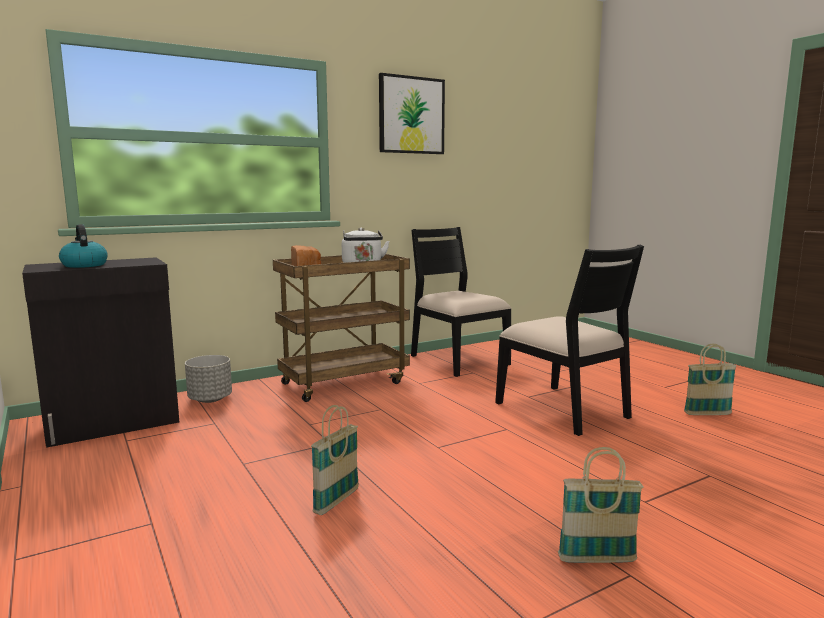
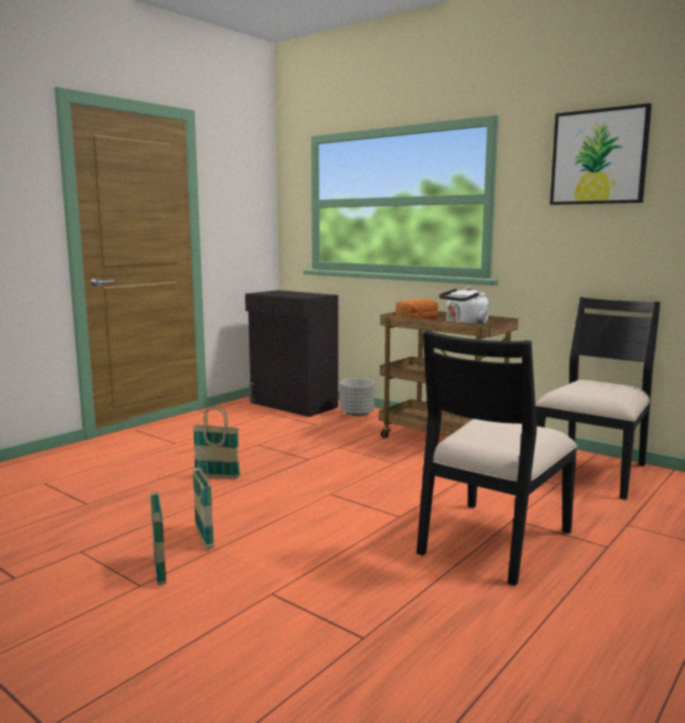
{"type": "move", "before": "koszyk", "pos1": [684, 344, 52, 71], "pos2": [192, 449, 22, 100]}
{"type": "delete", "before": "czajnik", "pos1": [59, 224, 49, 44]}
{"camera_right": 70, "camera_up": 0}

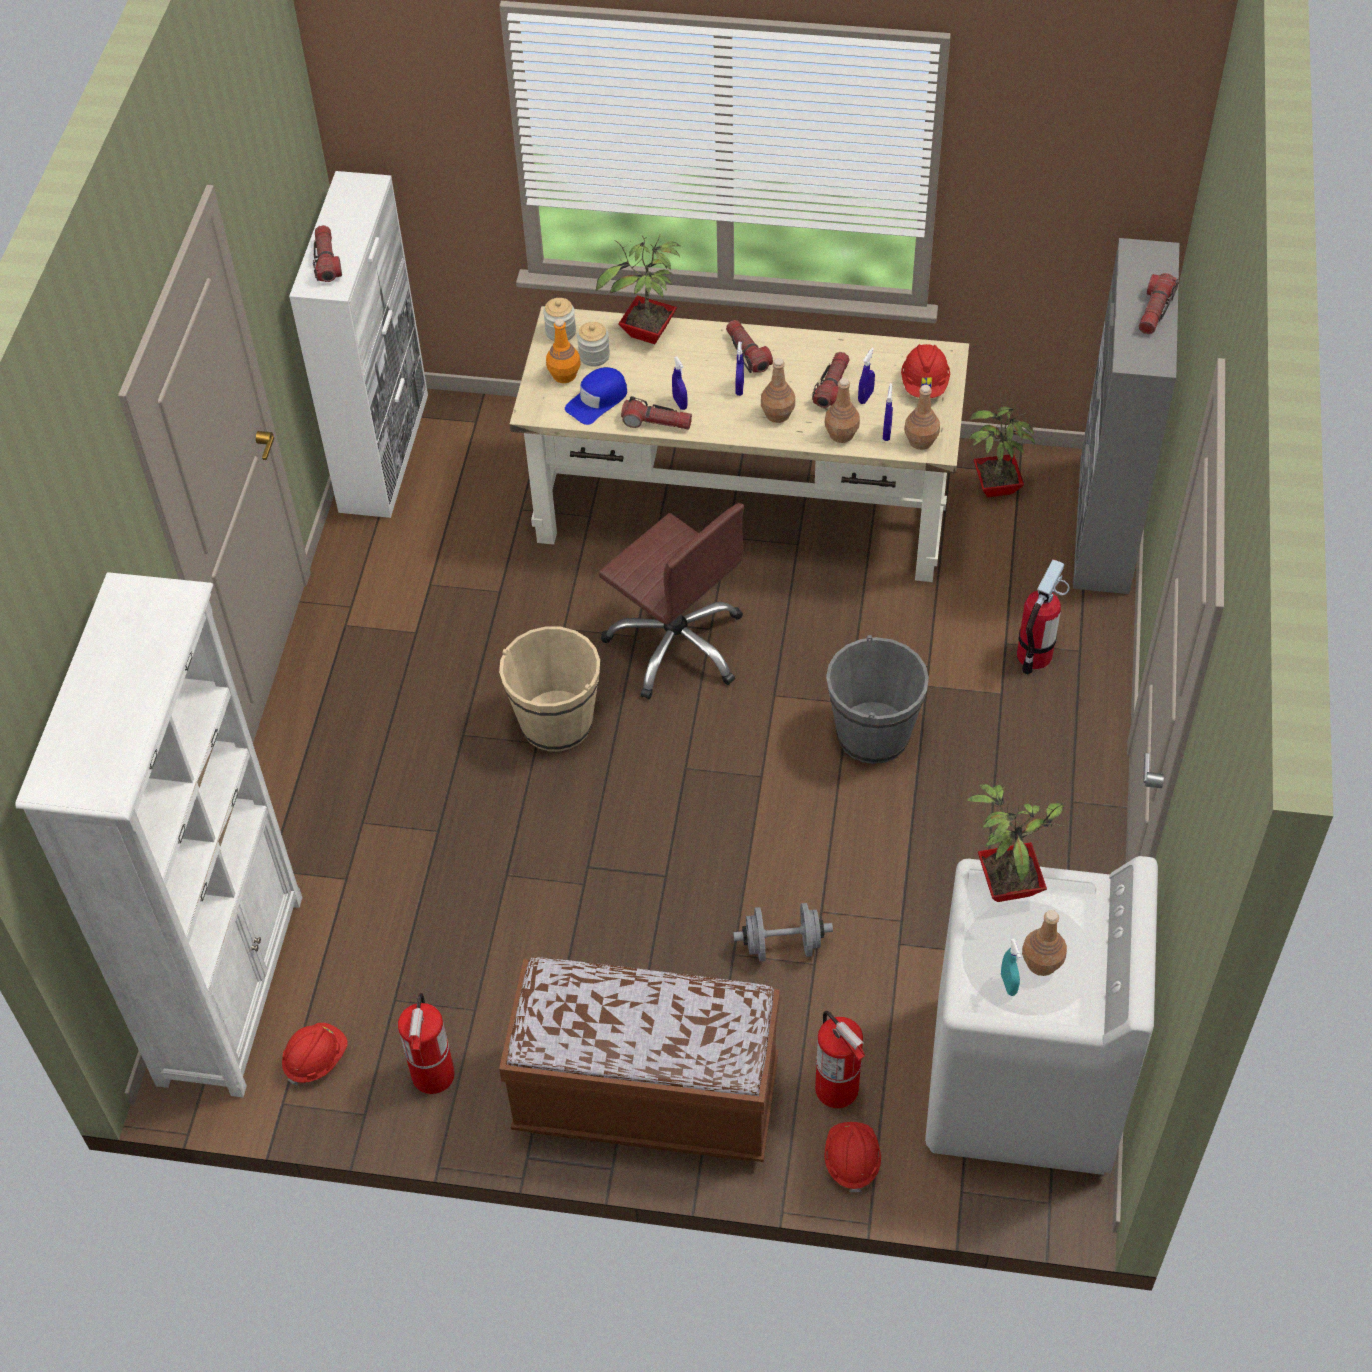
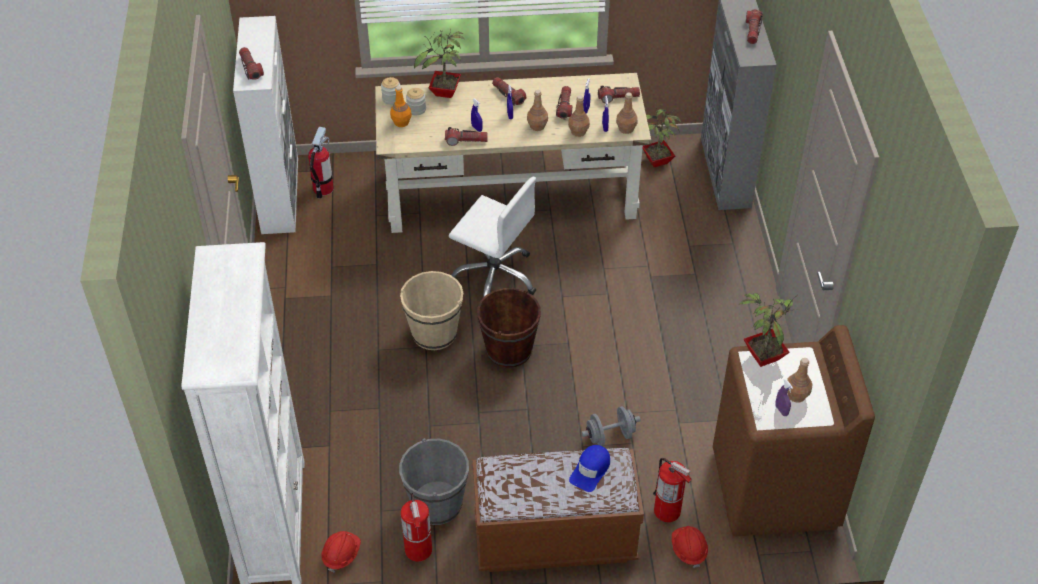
{"type": "move", "before": "gaśnica", "pos1": [1017, 559, 53, 116], "pos2": [308, 127, 26, 71]}
{"type": "move", "before": "wiadro/szary", "pos1": [826, 635, 103, 129], "pos2": [399, 438, 70, 87]}
{"type": "recolor", "before": "krzesło biurowe/brązowy", "after": "krzesło biurowe/biały", "pos1": [598, 503, 146, 196], "pos2": [449, 177, 87, 121]}
{"type": "insert", "after": "wiadro/brązowy", "pos2": [477, 288, 64, 80]}
{"type": "move", "before": "czapka z daszkiem/niebieski", "pos1": [565, 367, 62, 58], "pos2": [569, 445, 41, 47]}
{"type": "replace", "before": "kask/czerwony", "after": "latarka", "pos1": [901, 344, 49, 54], "pos2": [598, 85, 42, 18]}
{"type": "recolor", "before": "pralka/biały", "after": "pralka/brązowy", "pos1": [925, 856, 233, 319], "pos2": [713, 325, 162, 211]}
{"type": "recolor", "before": "spryskiwacz/turkusowy", "after": "spryskiwacz/fioletowy", "pos1": [1001, 939, 20, 57], "pos2": [775, 379, 18, 37]}
{"camera_right": -15, "camera_up": -5}

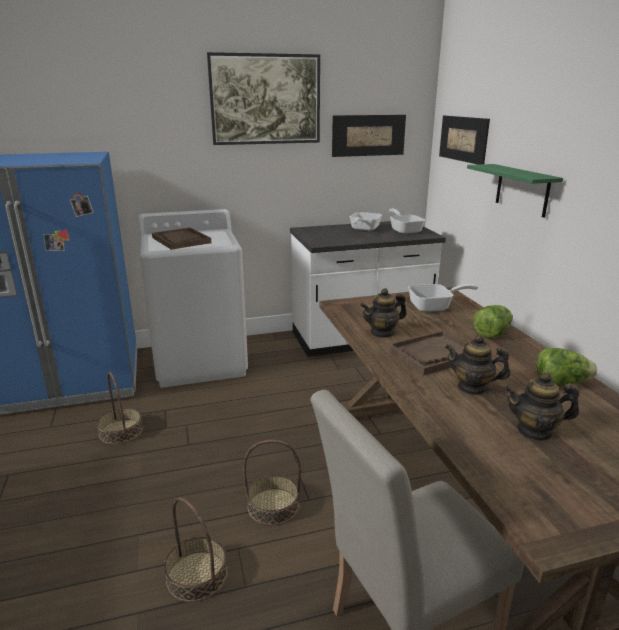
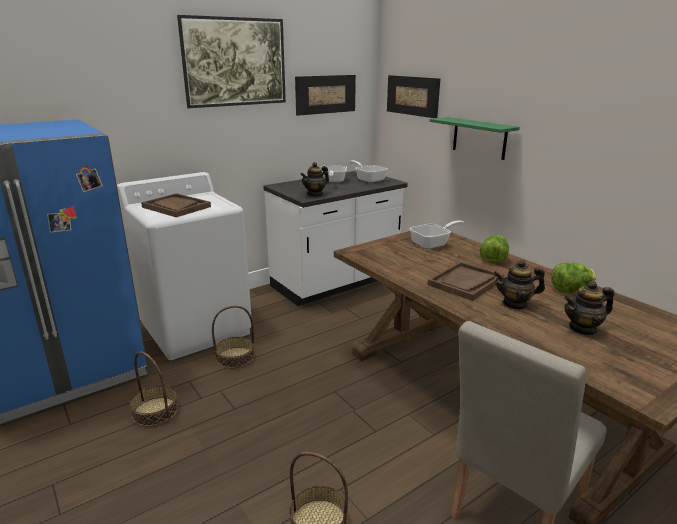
{"type": "move", "before": "koszyk", "pos1": [243, 440, 58, 86], "pos2": [212, 305, 42, 63]}
{"type": "move", "before": "imbryk", "pos1": [360, 288, 47, 50], "pos2": [300, 162, 29, 35]}
{"camera_right": -20, "camera_up": 0}

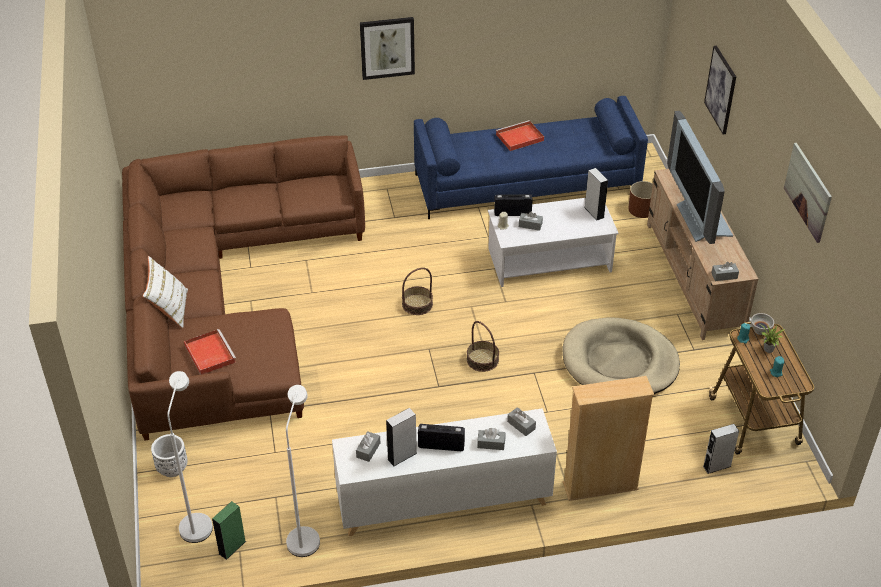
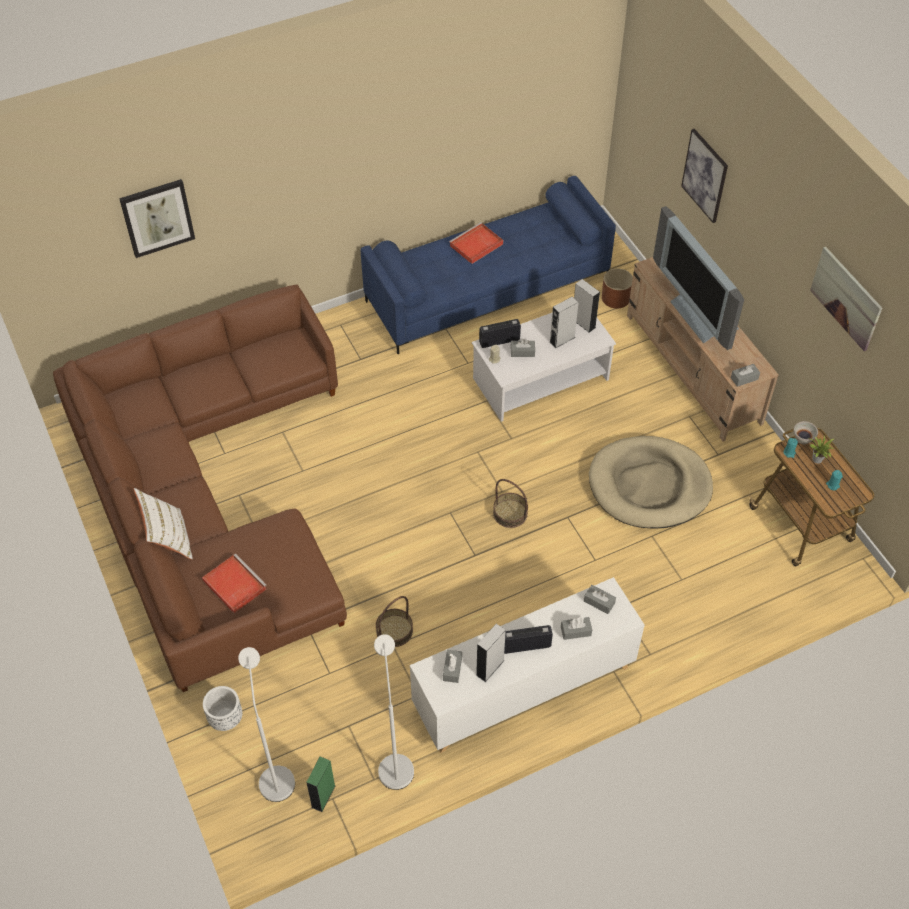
{"type": "move", "before": "obraz", "pos1": [360, 17, 55, 63], "pos2": [119, 179, 76, 79]}
{"type": "move", "before": "koszyk", "pos1": [402, 268, 31, 47], "pos2": [376, 596, 37, 51]}
{"type": "move", "before": "głośnik/szary", "pos1": [703, 424, 36, 50], "pos2": [550, 296, 29, 52]}
{"type": "delete", "before": "regał/beżowy", "pos1": [563, 376, 91, 125]}
{"camera_right": -15, "camera_up": 10}

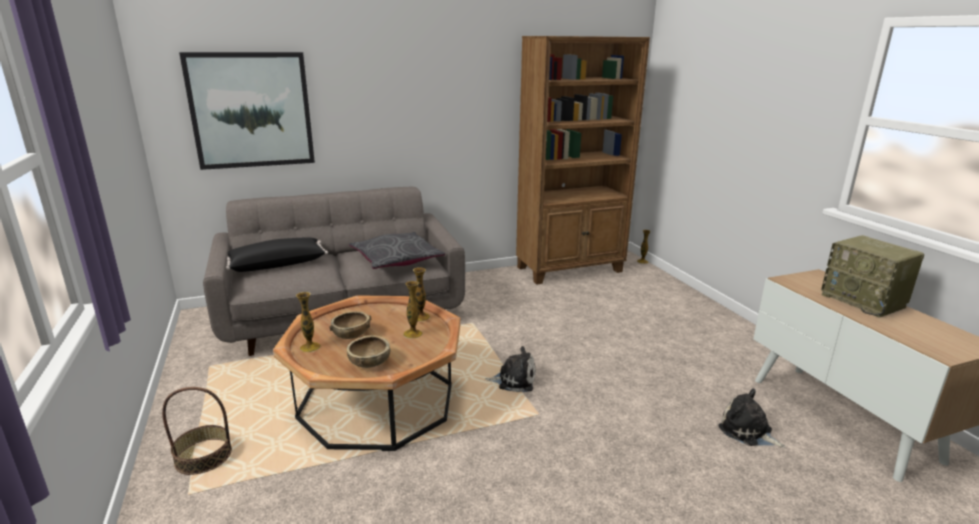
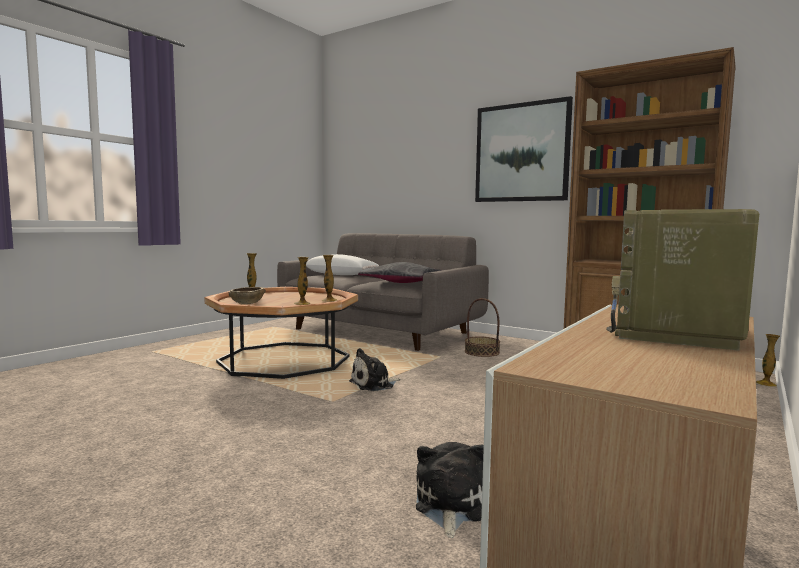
{"type": "recolor", "before": "poduszka/czarny", "after": "poduszka/biały", "pos1": [226, 237, 102, 35], "pos2": [306, 254, 73, 21]}
{"type": "rotate", "before": "pluszak", "pos1": [485, 346, 51, 46], "pos2": [349, 348, 51, 43], "turn": 90}
{"type": "move", "before": "koszyk", "pos1": [162, 387, 70, 88], "pos2": [465, 298, 35, 59]}
{"type": "move", "before": "obraz", "pos1": [179, 52, 136, 118], "pos2": [475, 96, 98, 106]}
{"type": "delete", "before": "miska/brązowy", "pos1": [329, 311, 43, 28]}
{"camera_right": 55, "camera_up": -15}

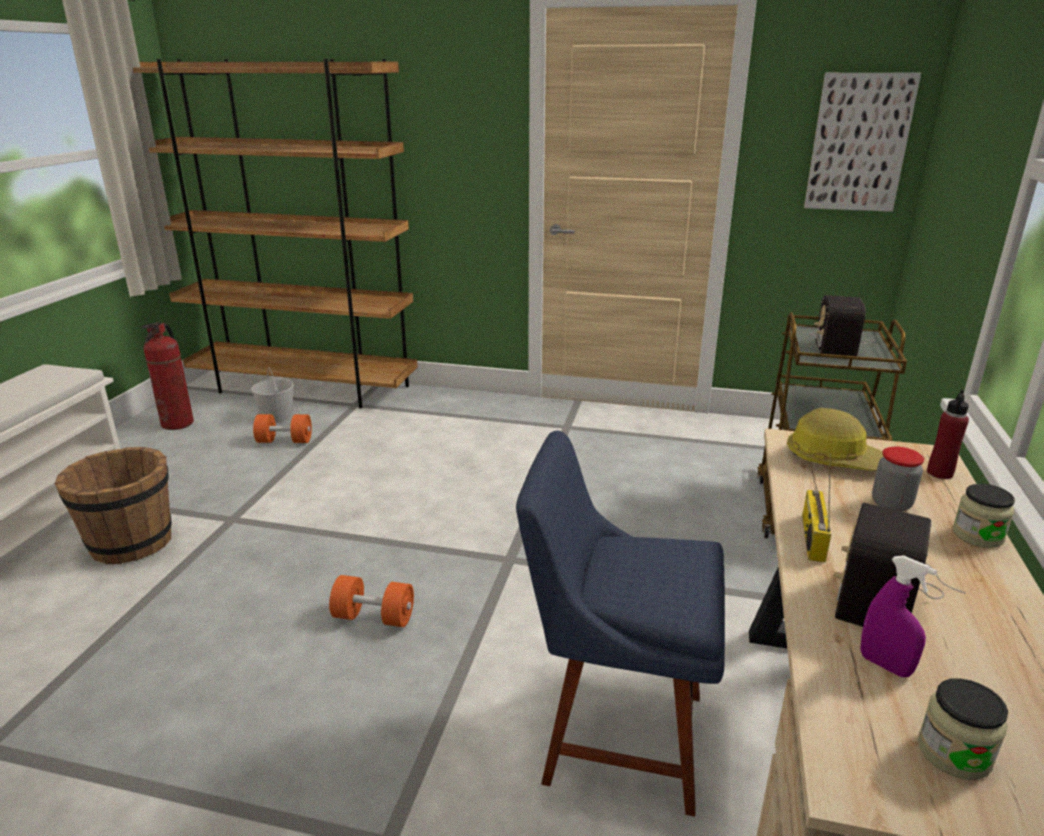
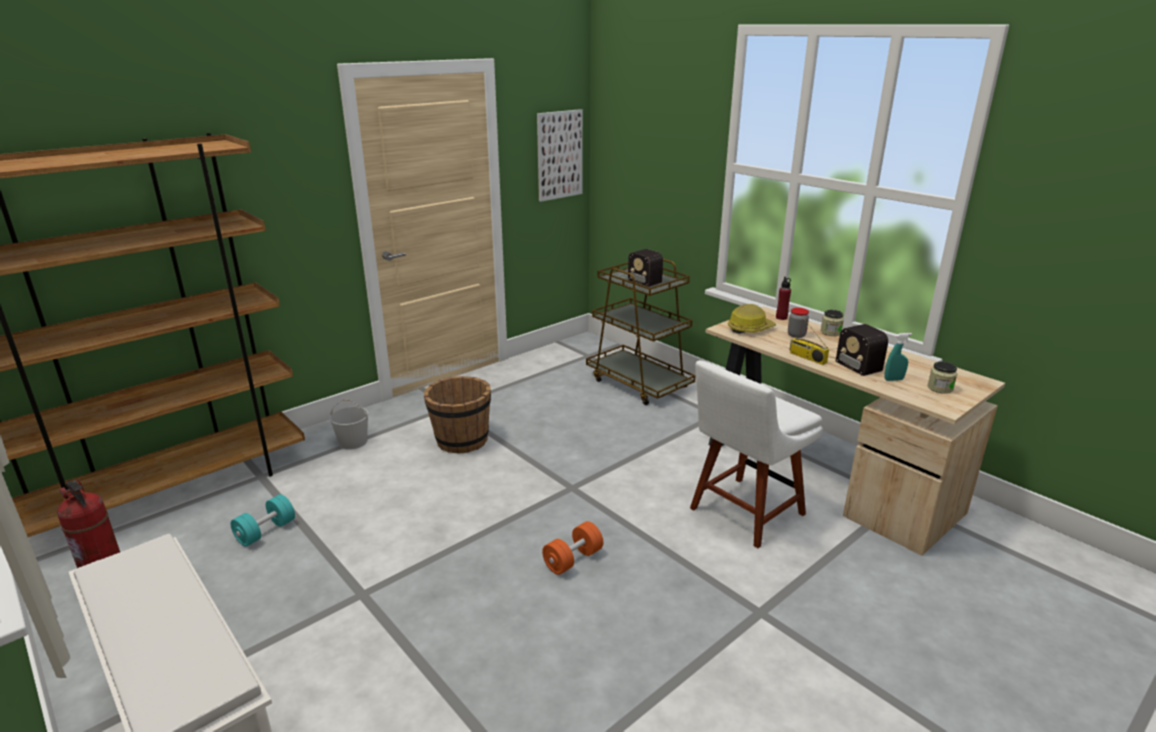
{"type": "recolor", "before": "hantel/pomarańczowy", "after": "hantel/turkusowy", "pos1": [253, 414, 59, 29], "pos2": [231, 494, 64, 53]}
{"type": "move", "before": "wiadro/biały", "pos1": [251, 367, 43, 57], "pos2": [330, 399, 39, 51]}
{"type": "move", "before": "wiadro/brązowy", "pos1": [55, 447, 117, 117], "pos2": [424, 376, 67, 78]}
{"type": "recolor", "before": "krzesło/niebieski", "after": "krzesło/biały", "pos1": [516, 431, 209, 386], "pos2": [690, 360, 133, 188]}
{"type": "recolor", "before": "spryskiwacz/fioletowy", "after": "spryskiwacz/turkusowy", "pos1": [860, 555, 77, 122], "pos2": [884, 333, 28, 48]}
{"camera_right": -55, "camera_up": 0}

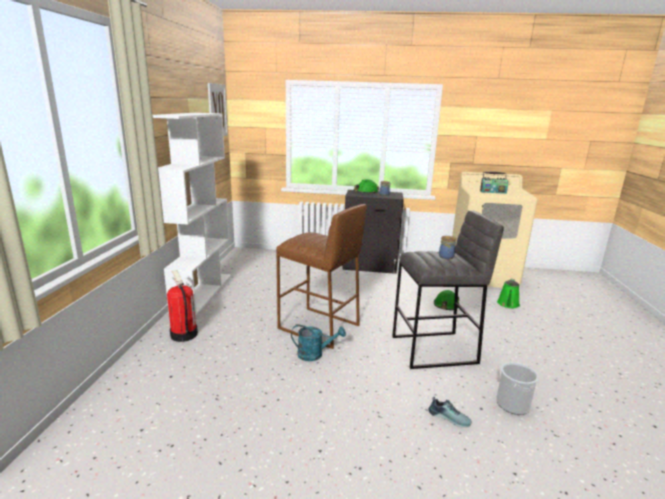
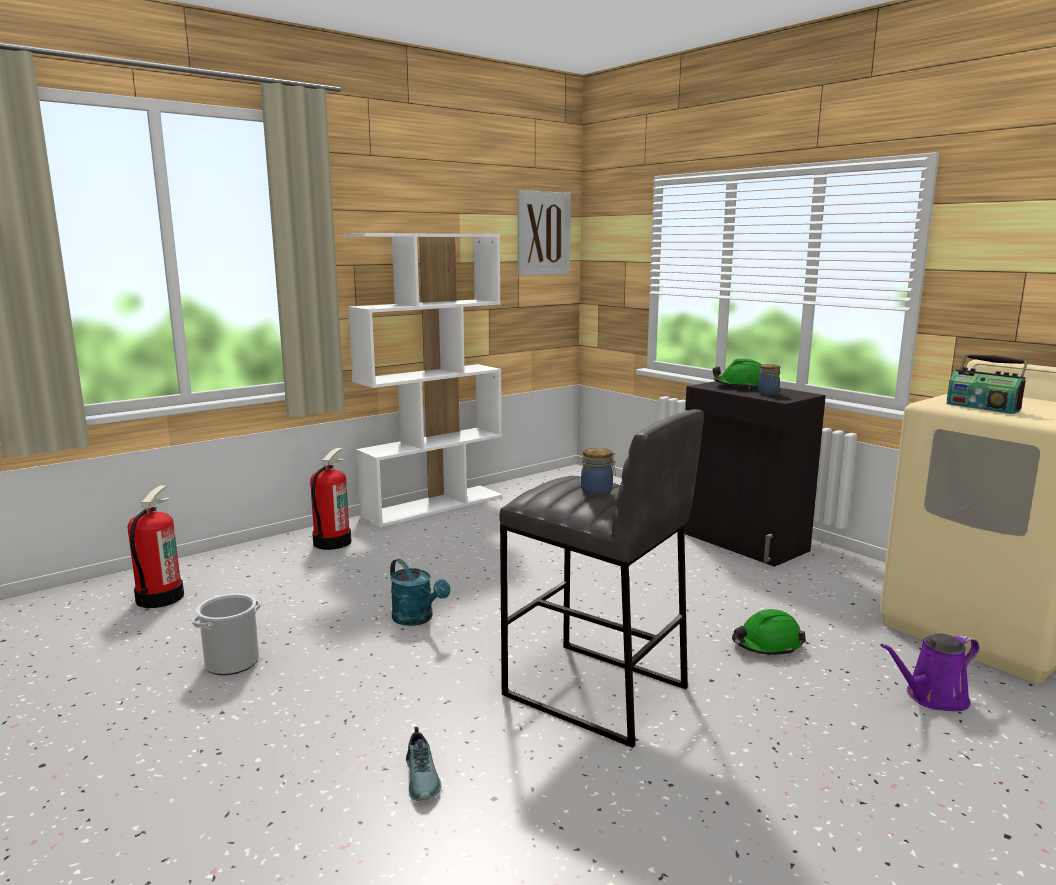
{"type": "insert", "after": "gaśnica", "pos2": [128, 486, 56, 122]}
{"type": "move", "before": "wiadro", "pos1": [496, 362, 43, 53], "pos2": [193, 594, 68, 81]}
{"type": "recolor", "before": "konewka/zielony", "after": "konewka/fioletowy", "pos1": [497, 279, 23, 29], "pos2": [880, 634, 99, 77]}
{"type": "delete", "before": "stołek/brązowy", "pos1": [276, 204, 91, 145]}
{"camera_right": 45, "camera_up": -5}

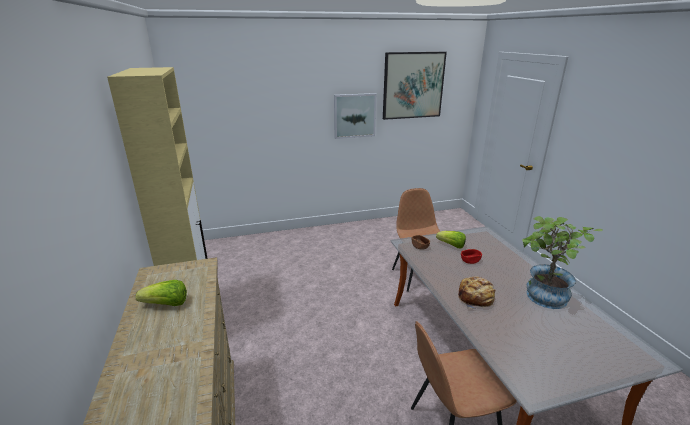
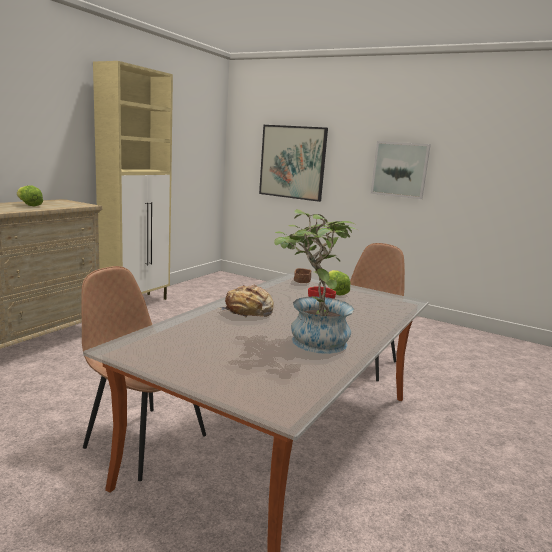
{"type": "move", "before": "obraz", "pos1": [383, 52, 64, 68], "pos2": [259, 125, 69, 77]}
{"camera_right": 45, "camera_up": -10}

